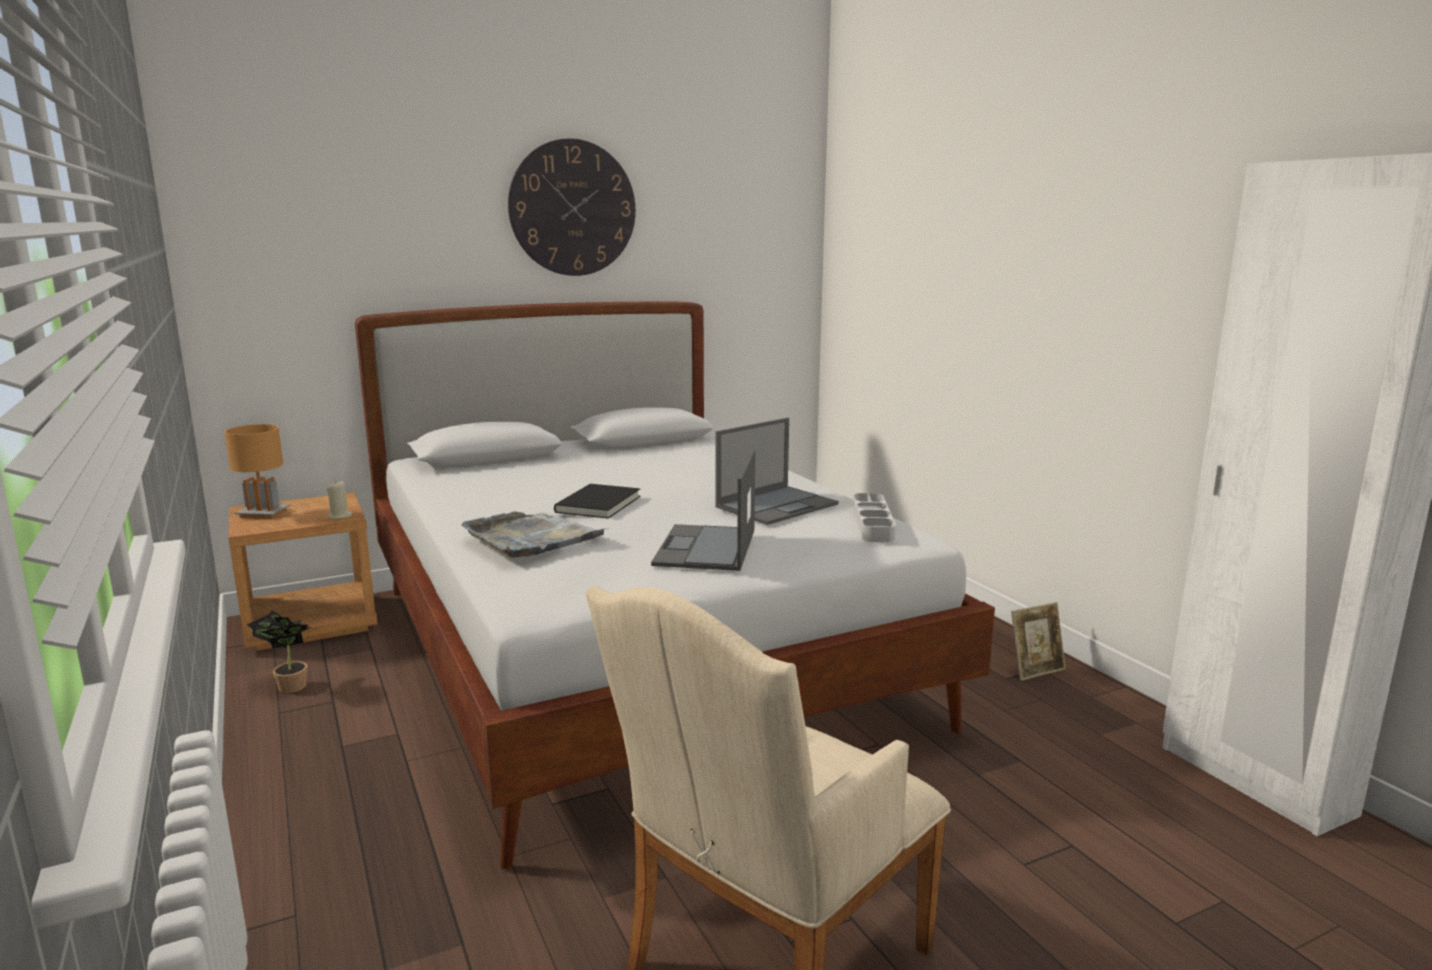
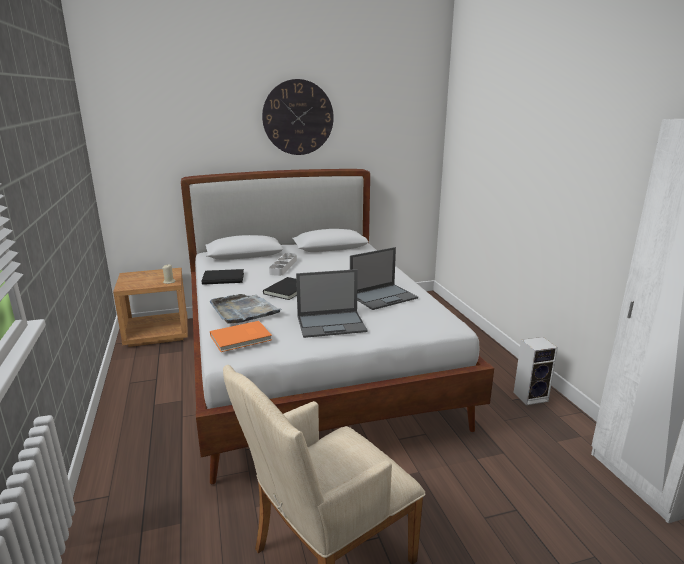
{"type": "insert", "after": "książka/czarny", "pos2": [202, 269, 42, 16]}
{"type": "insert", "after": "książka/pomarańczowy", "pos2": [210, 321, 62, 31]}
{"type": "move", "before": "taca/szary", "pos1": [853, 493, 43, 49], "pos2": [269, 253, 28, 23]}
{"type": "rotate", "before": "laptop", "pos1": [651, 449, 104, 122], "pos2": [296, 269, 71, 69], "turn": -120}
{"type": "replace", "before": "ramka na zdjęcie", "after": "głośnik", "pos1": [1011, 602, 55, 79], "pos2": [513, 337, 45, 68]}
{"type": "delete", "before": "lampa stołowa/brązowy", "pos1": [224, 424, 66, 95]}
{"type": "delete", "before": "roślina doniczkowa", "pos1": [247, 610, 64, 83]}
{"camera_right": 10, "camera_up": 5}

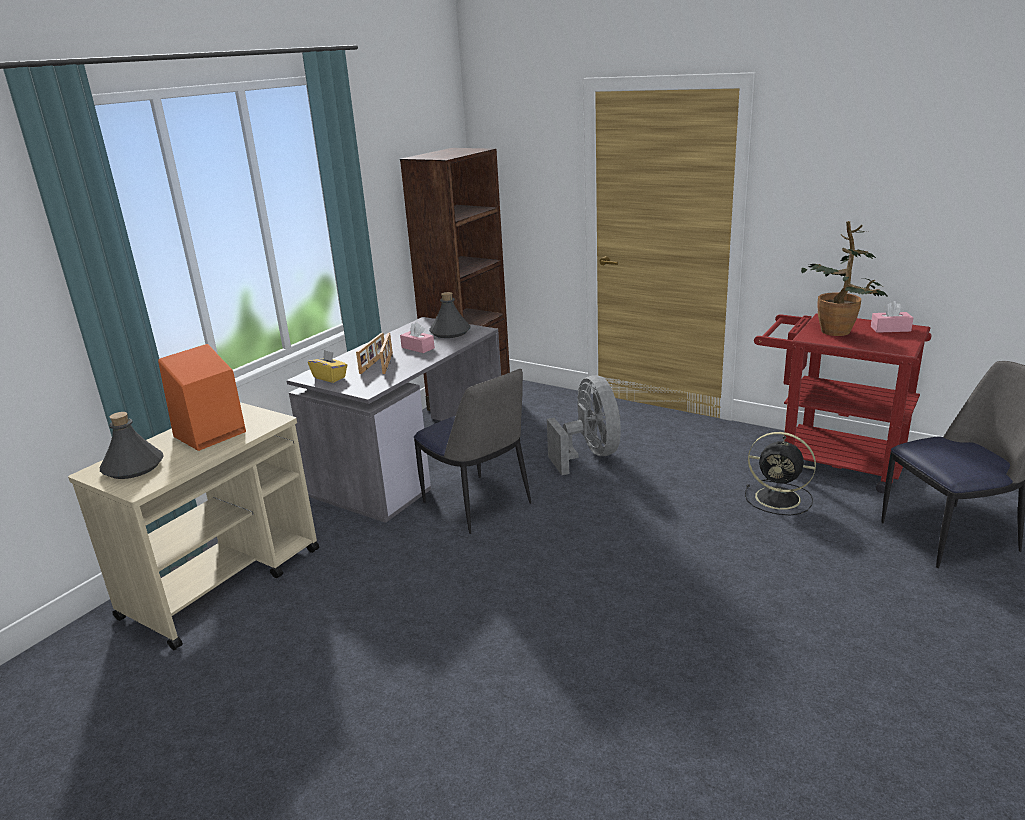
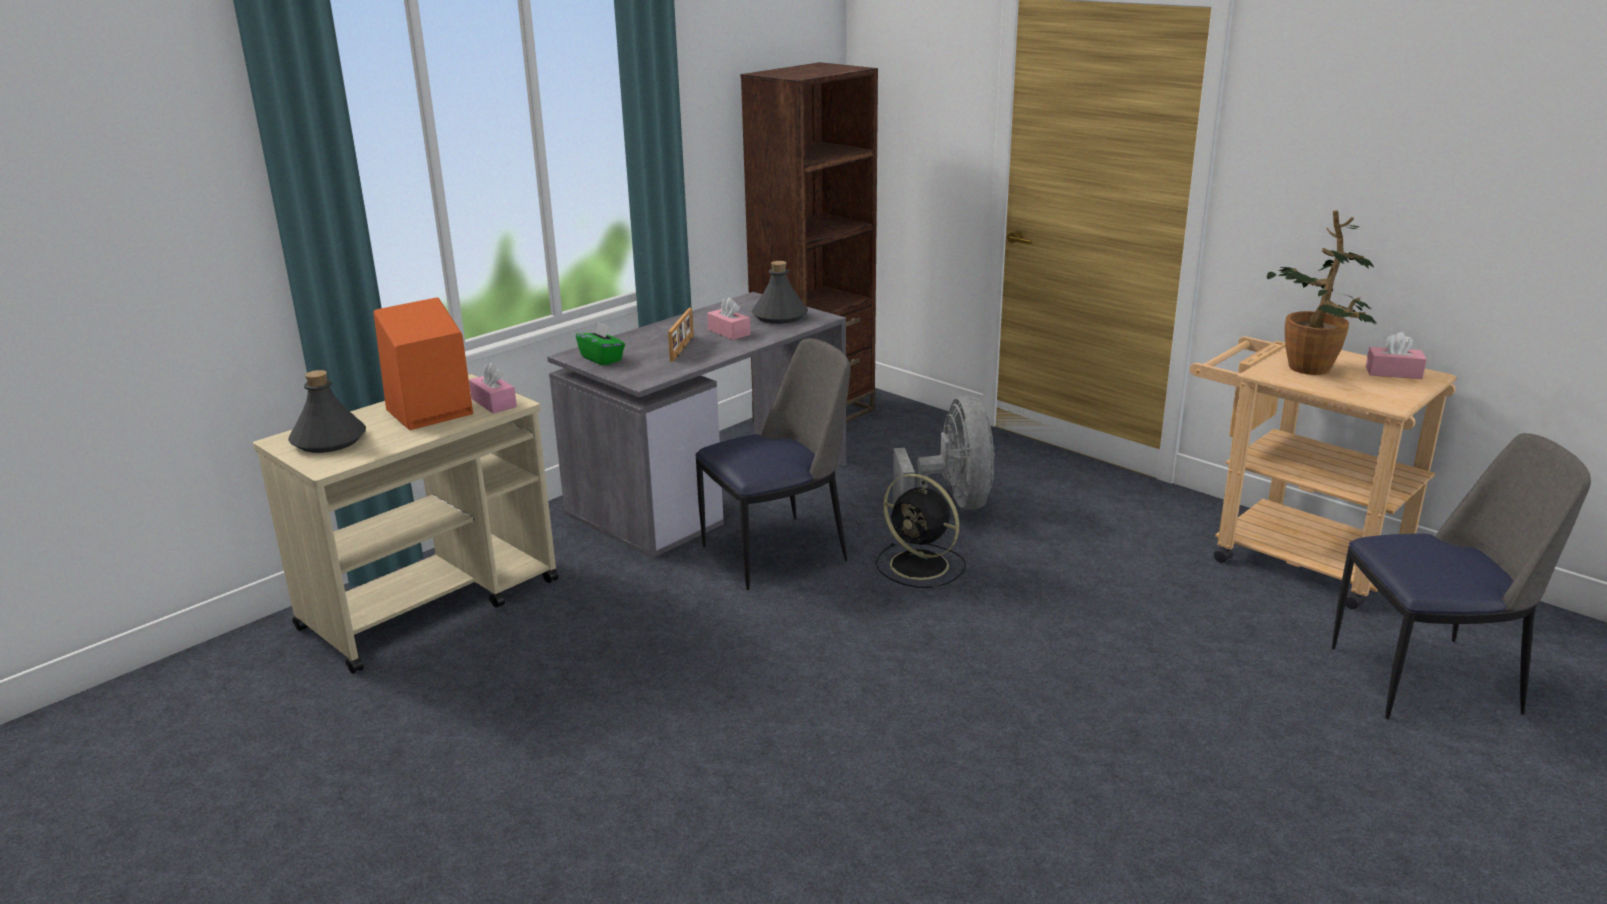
{"type": "insert", "after": "pudełko chusteczek/różowy", "pos2": [469, 363, 48, 50]}
{"type": "recolor", "before": "pudełko chusteczek/żółty", "after": "pudełko chusteczek/zielony", "pos1": [308, 350, 39, 33], "pos2": [576, 322, 49, 44]}
{"type": "rotate", "before": "krzesło", "pos1": [414, 369, 117, 165], "pos2": [695, 338, 156, 252], "turn": -90}
{"type": "move", "before": "wentylator/czarny", "pos1": [745, 432, 71, 84], "pos2": [876, 474, 90, 114]}
{"type": "recolor", "before": "wózek/czerwony", "after": "wózek/beżowy", "pos1": [754, 313, 177, 180], "pos2": [1190, 336, 267, 273]}
{"type": "delete", "before": "ramka na zdjęcie", "pos1": [356, 333, 28, 41]}
{"camera_right": 10, "camera_up": 0}

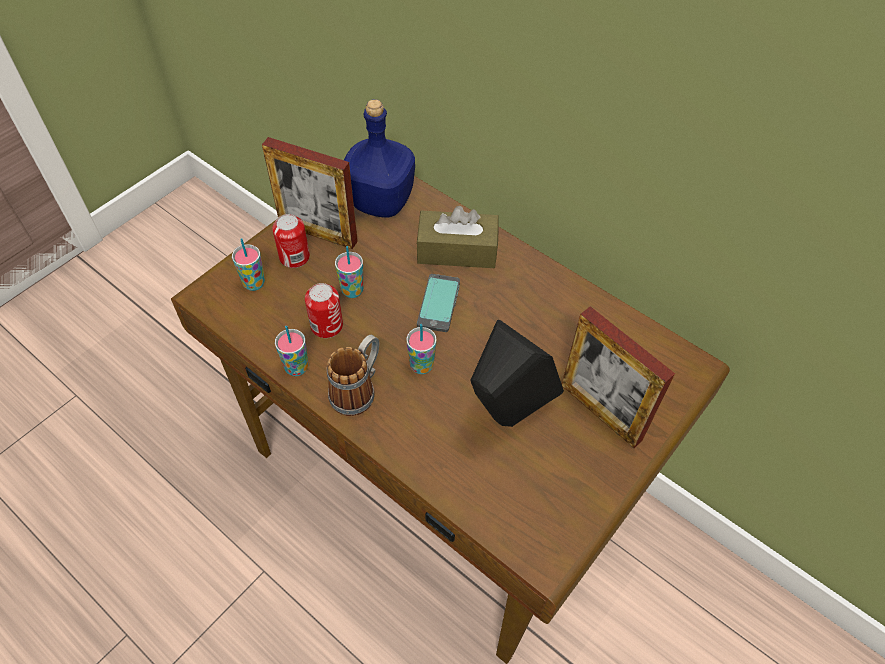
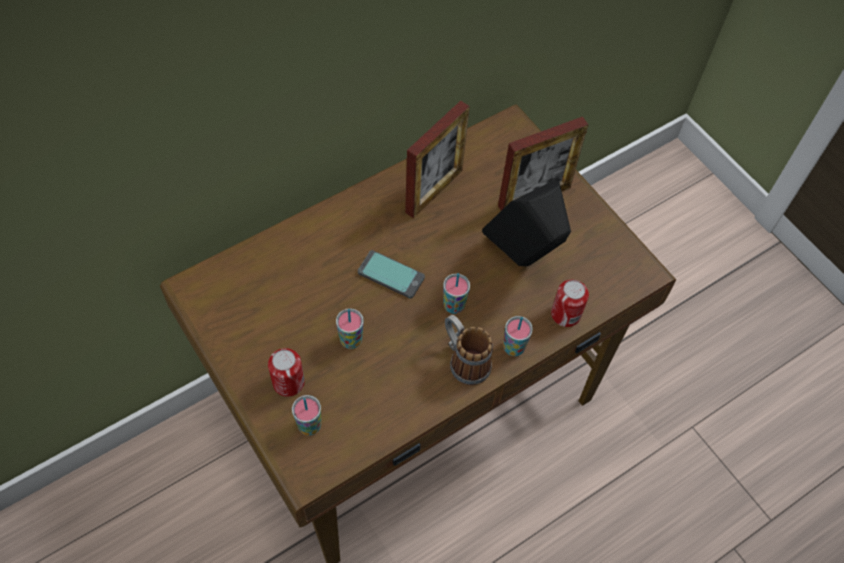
{"type": "move", "before": "ramka na zdjęcie", "pos1": [262, 137, 96, 112], "pos2": [405, 101, 65, 117]}
{"type": "move", "before": "filiżanka", "pos1": [275, 326, 33, 50], "pos2": [503, 316, 30, 40]}
{"type": "move", "before": "puszka", "pos1": [305, 283, 38, 55], "pos2": [551, 280, 38, 47]}
{"type": "delete", "before": "butelka/niebieski", "pos1": [344, 99, 71, 119]}
{"type": "delete", "before": "pudełko chusteczek/brązowy", "pos1": [416, 206, 83, 62]}
{"camera_right": -75, "camera_up": 5}

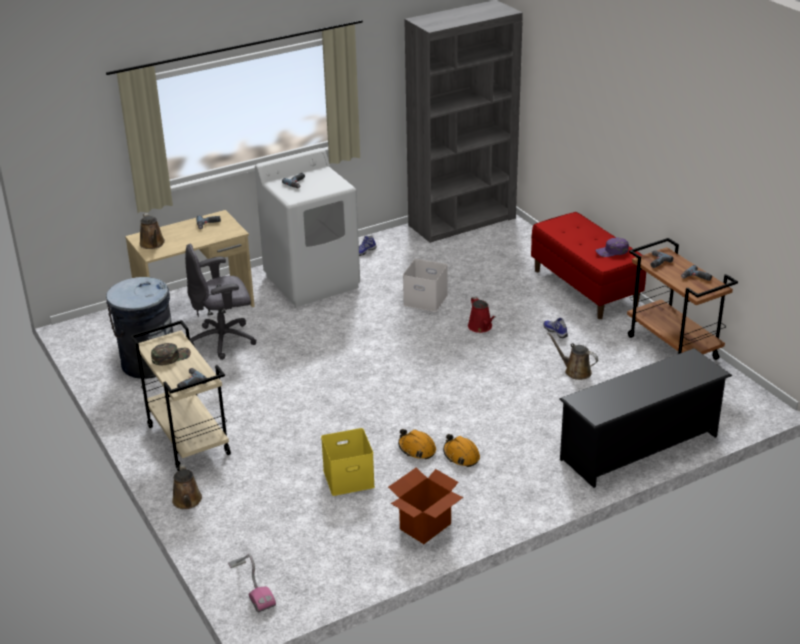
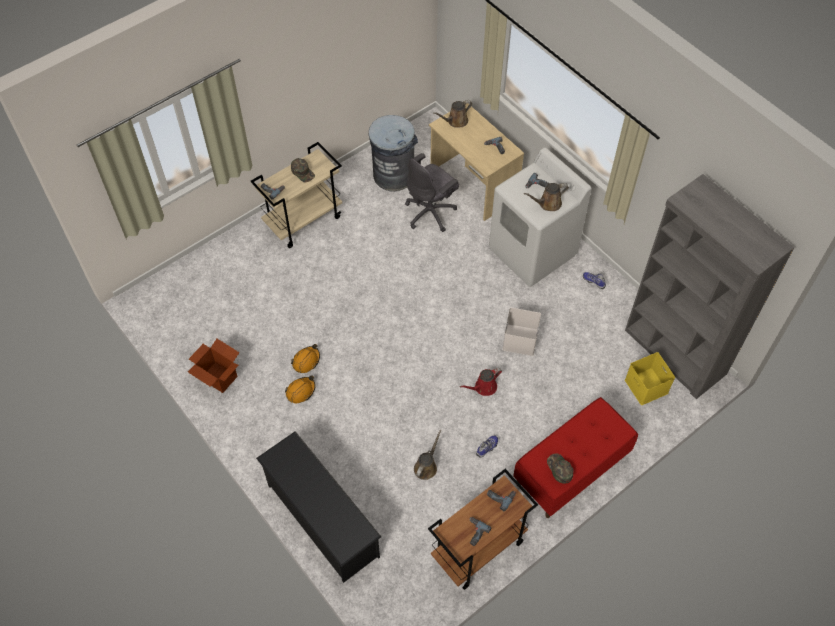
{"type": "rotate", "before": "krzesło biurowe/szary", "pos1": [185, 244, 72, 116], "pos2": [405, 153, 54, 79], "turn": -105}
{"type": "move", "before": "konewka/brązowy", "pos1": [172, 463, 30, 46], "pos2": [524, 183, 45, 28]}
{"type": "recolor", "before": "czapka z daszkiem/fioletowy", "after": "czapka z daszkiem/zielony", "pos1": [596, 237, 33, 20], "pos2": [547, 453, 26, 31]}
{"type": "move", "before": "pojemnik do przechowywania/żółty", "pos1": [321, 428, 54, 68], "pos2": [625, 352, 50, 53]}
{"type": "delete", "before": "odkurzacz", "pos1": [228, 554, 48, 58]}
{"camera_right": 80, "camera_up": 25}

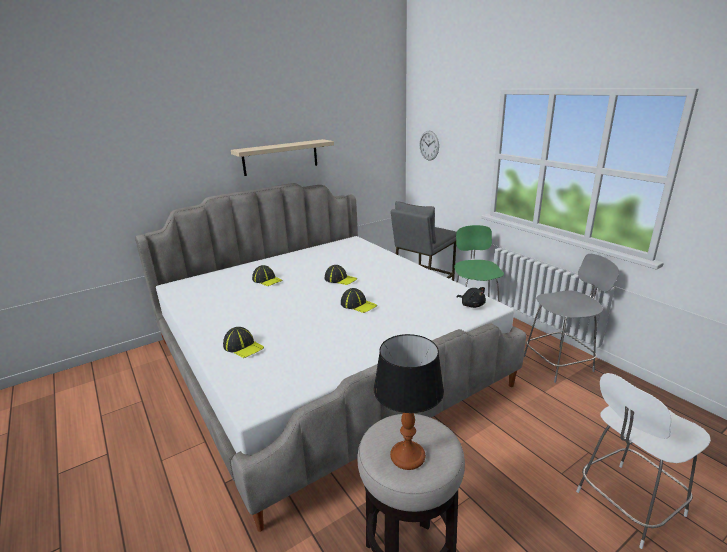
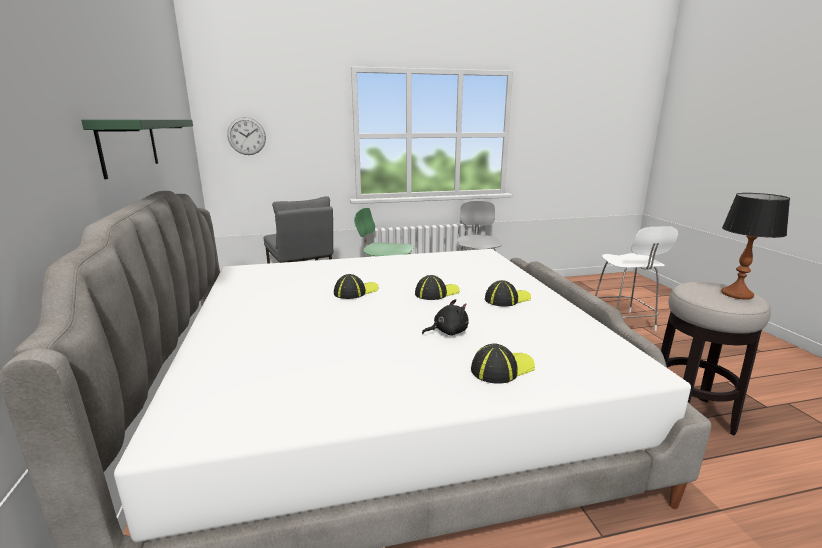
{"type": "recolor", "before": "półka/beżowy", "after": "półka/zielony", "pos1": [231, 139, 103, 37], "pos2": [81, 119, 112, 60]}
{"type": "move", "before": "pluszak/czarny", "pos1": [457, 287, 29, 21], "pos2": [422, 299, 47, 37]}
{"type": "move", "before": "czapka z daszkiem", "pos1": [252, 265, 31, 21], "pos2": [485, 280, 46, 26]}
{"camera_right": -70, "camera_up": -5}

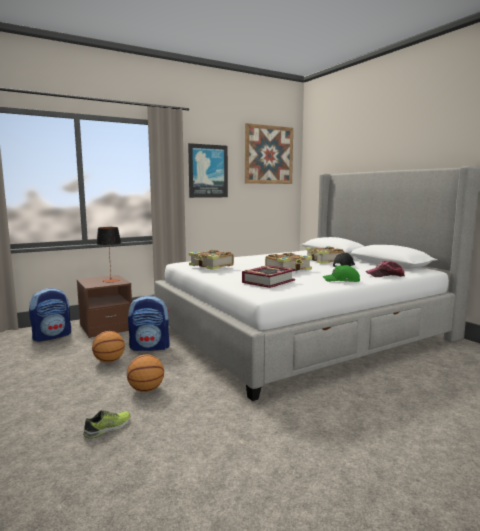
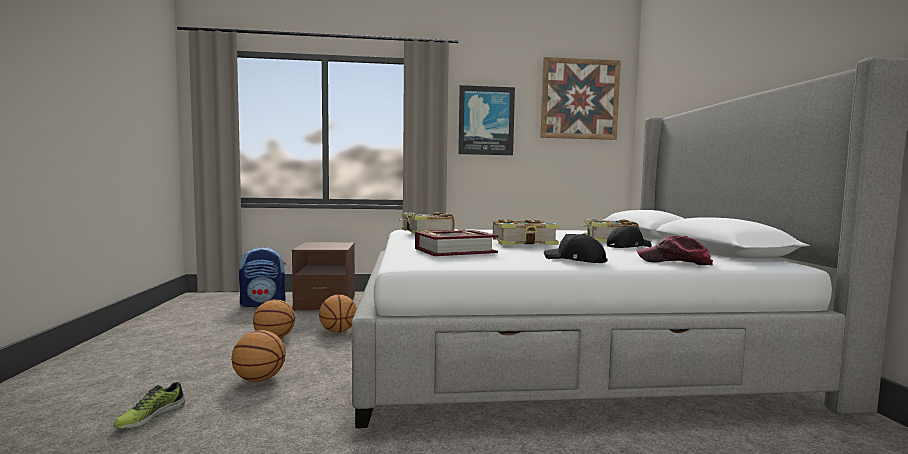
{"type": "rotate", "before": "but", "pos1": [83, 410, 47, 29], "pos2": [113, 382, 72, 47], "turn": 135}
{"type": "replace", "before": "plecak", "after": "piłka do koszykówki", "pos1": [128, 295, 42, 56], "pos2": [319, 295, 38, 38]}
{"type": "recolor", "before": "czapka z daszkiem/zielony", "after": "czapka z daszkiem/czarny", "pos1": [323, 265, 37, 17], "pos2": [544, 234, 63, 29]}
{"type": "delete", "before": "lampa stołowa", "pos1": [96, 227, 25, 55]}
{"camera_right": 25, "camera_up": -5}

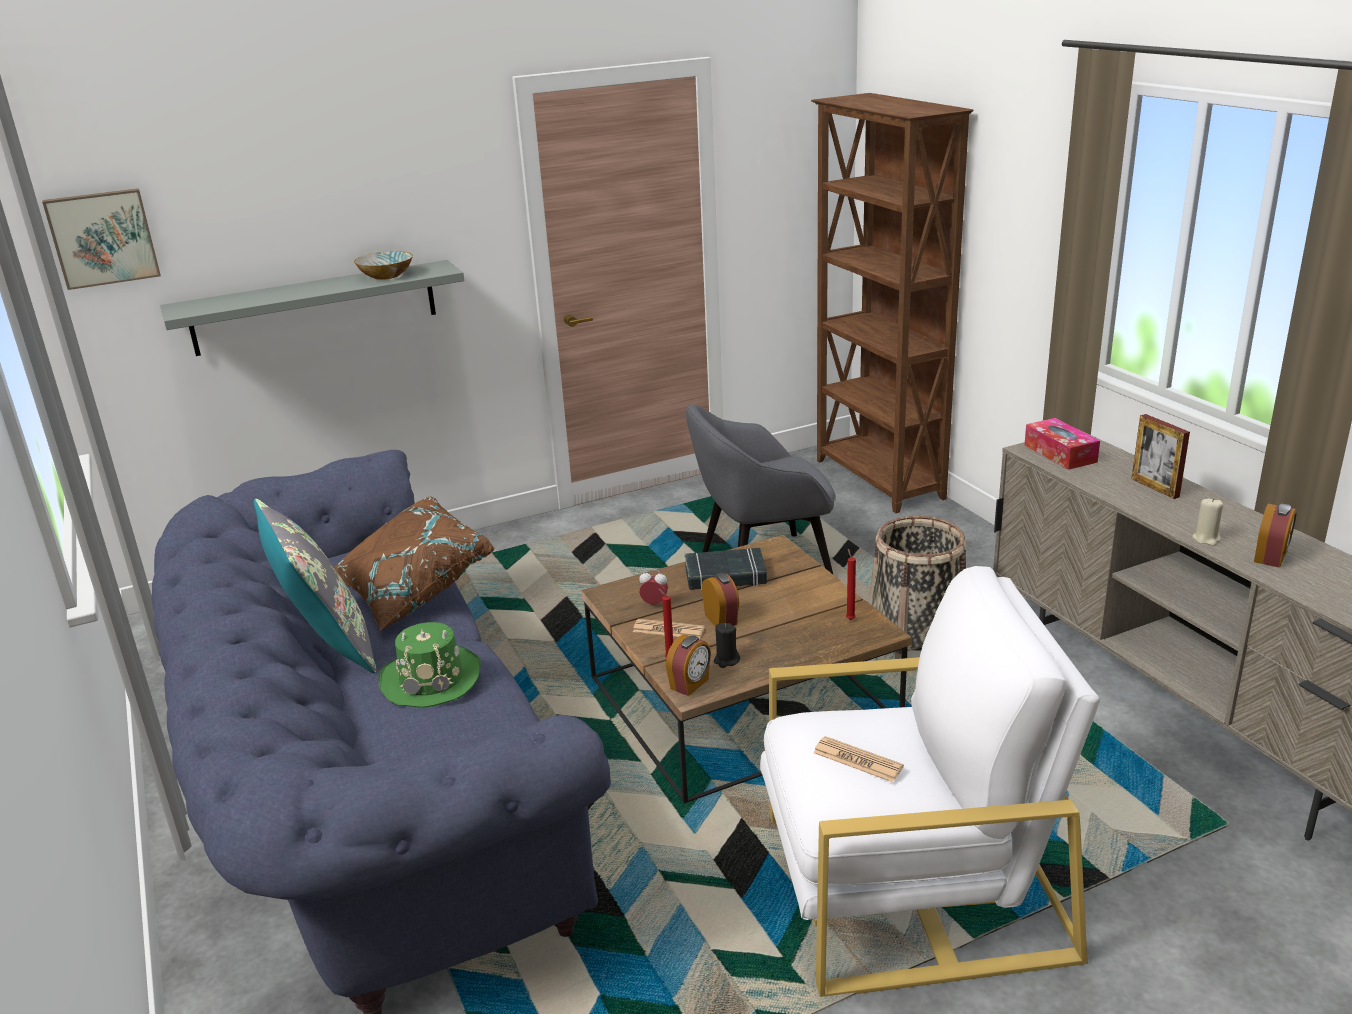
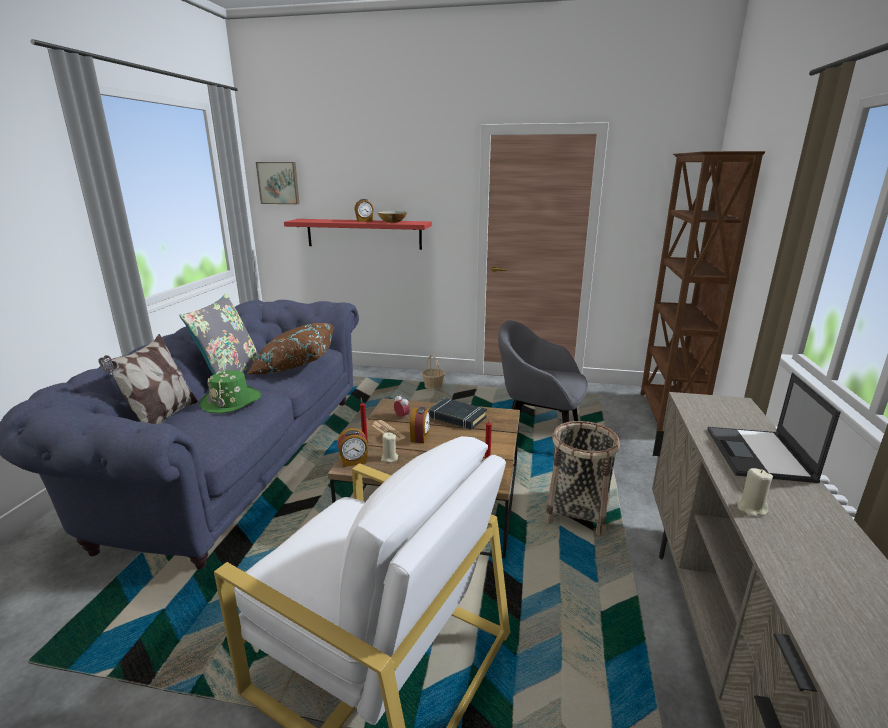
{"type": "insert", "after": "poduszka", "pos2": [98, 334, 100, 90]}
{"type": "recolor", "before": "półka/szary", "after": "półka/czerwony", "pos1": [160, 260, 304, 96], "pos2": [284, 219, 148, 31]}
{"type": "move", "before": "budzik", "pos1": [1254, 504, 43, 64], "pos2": [355, 199, 19, 23]}
{"type": "recolor", "before": "świeca/czarny", "after": "świeca/beżowy", "pos1": [714, 623, 26, 45], "pos2": [381, 432, 17, 31]}
{"type": "insert", "after": "koszyk", "pos2": [422, 355, 23, 35]}
{"type": "replace", "before": "ramka na zdjęcie", "after": "laptop", "pos1": [1132, 414, 58, 85], "pos2": [707, 372, 134, 111]}
{"type": "delete", "before": "gazeta", "pos1": [813, 736, 91, 46]}
{"type": "delete", "before": "pudełko chusteczek", "pos1": [1024, 418, 76, 52]}
{"camera_right": 35, "camera_up": -5}

